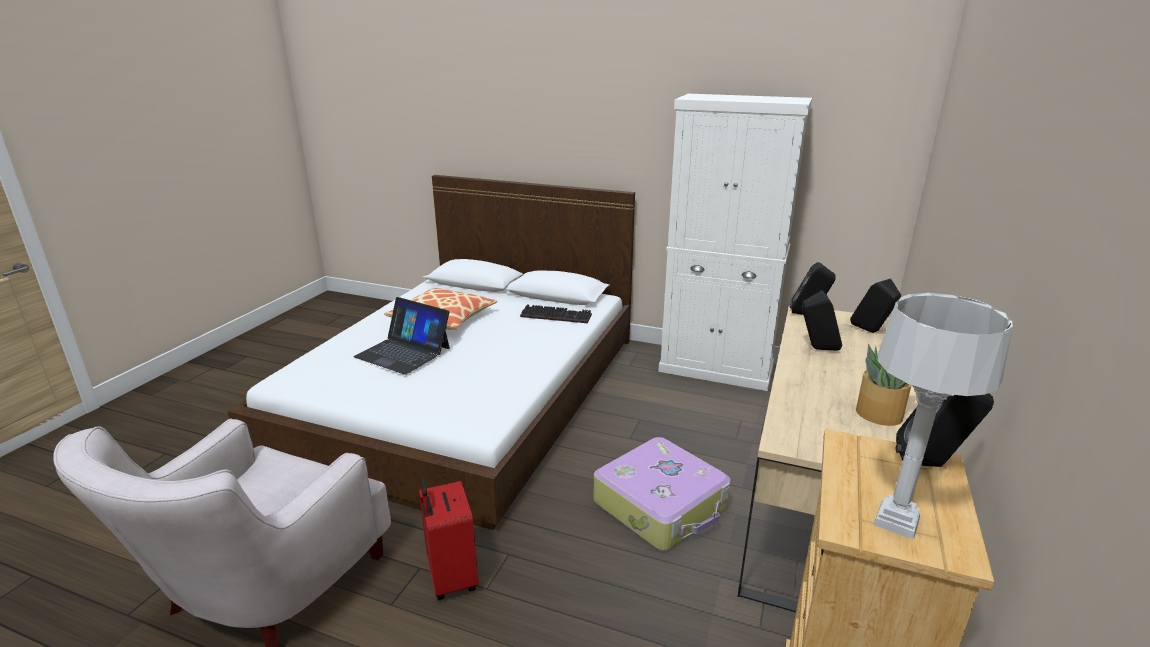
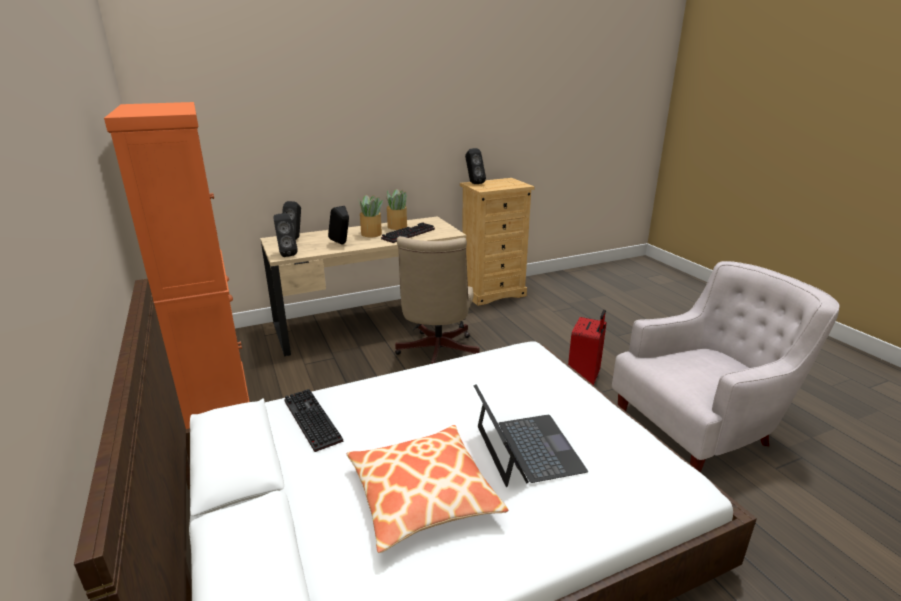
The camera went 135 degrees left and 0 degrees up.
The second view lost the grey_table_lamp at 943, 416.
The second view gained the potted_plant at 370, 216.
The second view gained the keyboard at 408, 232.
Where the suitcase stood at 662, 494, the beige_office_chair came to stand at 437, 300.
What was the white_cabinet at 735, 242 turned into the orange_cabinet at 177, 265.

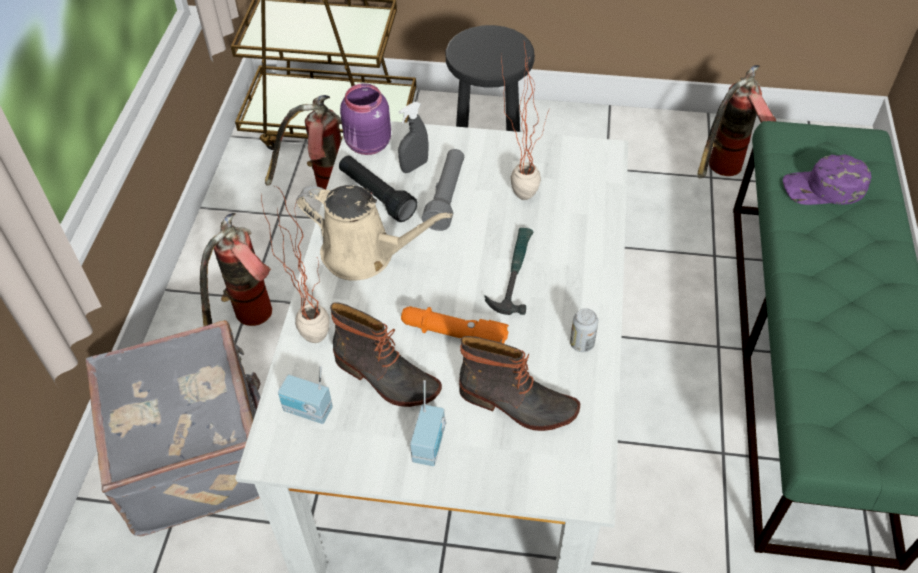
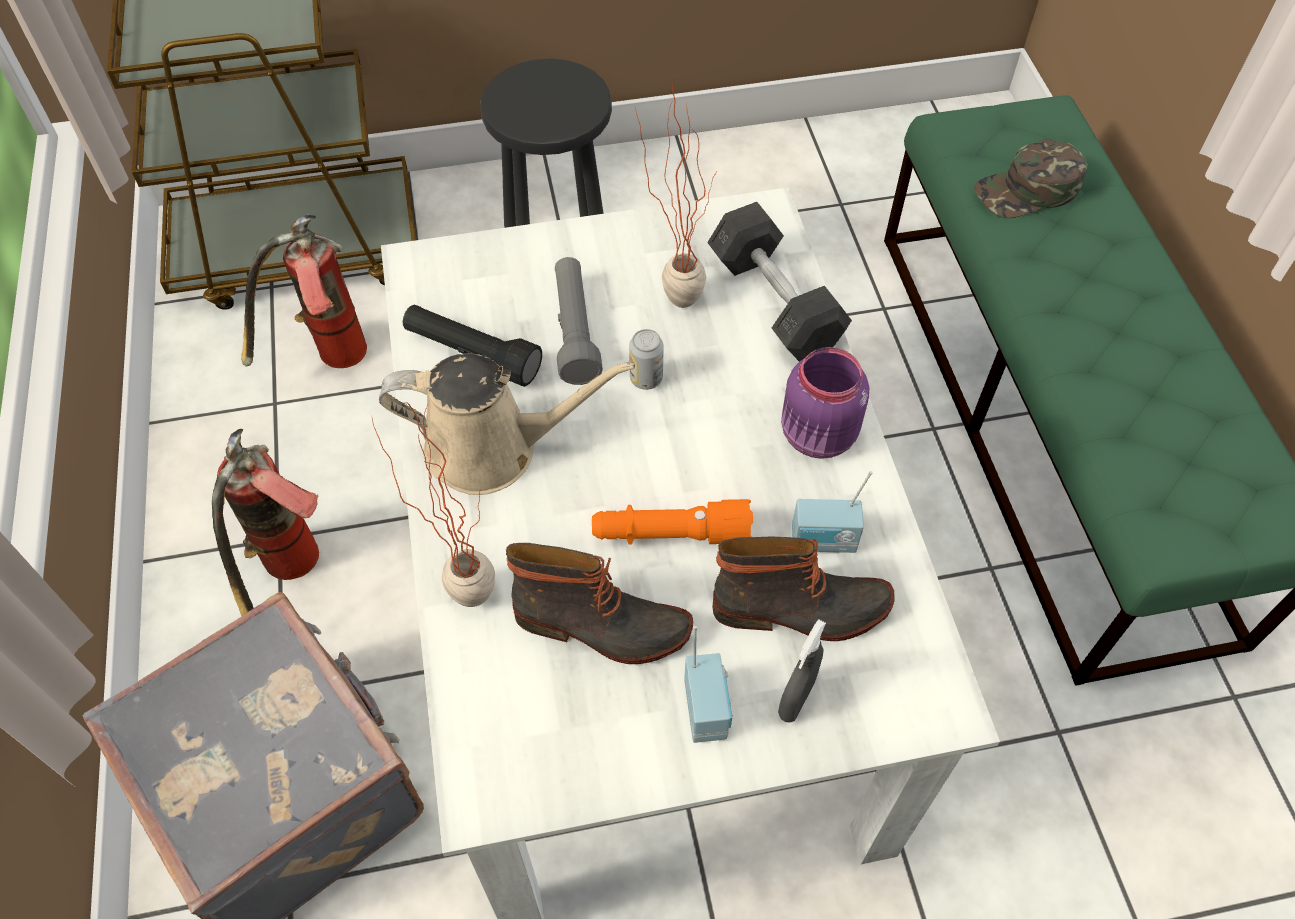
The camera went 20 degrees left and 5 degrees up.
The second view lost the hammer at 508, 271.
The second view lost the fire_extinguisher at 737, 121.
The second view gained the grey_dumbbell at 779, 282.
The radio ended up elsewhere, having gone from 305, 395 to 832, 512.
The purple_jar ended up elsewhere, having gone from 365, 119 to 825, 403.
The grey_spray_bottle ended up elsewhere, having gone from 413, 137 to 802, 670.
The can ended up elsewhere, having gone from 584, 330 to 646, 359.
What was the purple_cap at 827, 179 turned into the green_cap at 1030, 178.

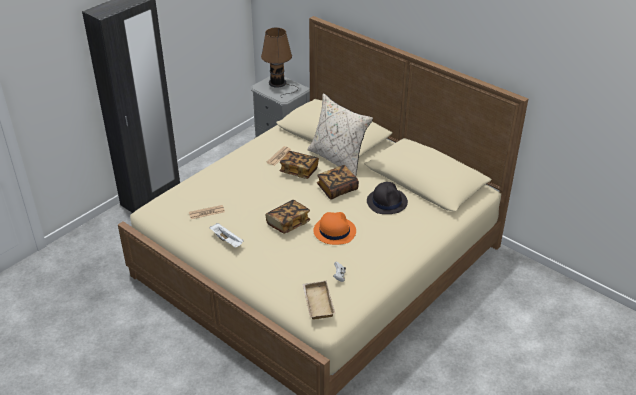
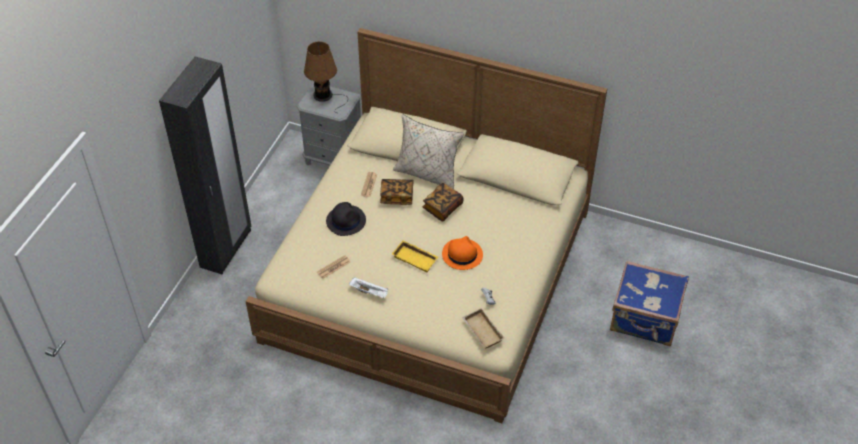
The camera went 20 degrees left and 10 degrees up.
The second view gained the blue_suitcase at 649, 303.
The black_hat ended up elsewhere, having gone from 387, 198 to 346, 219.
Where the book stood at 288, 217, the yellow_tray came to stand at 415, 257.

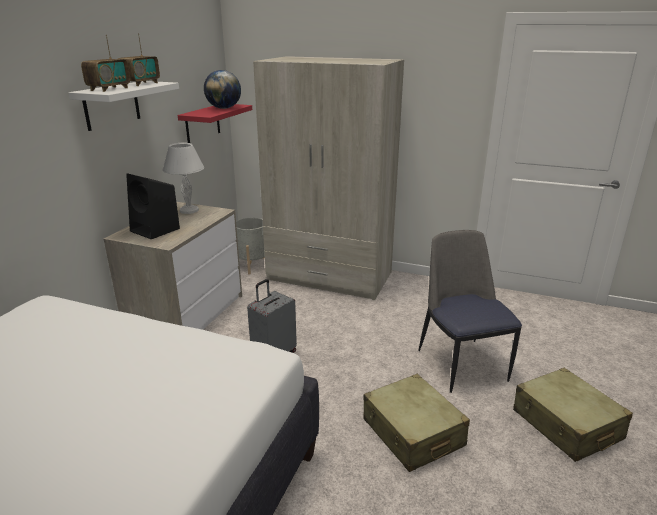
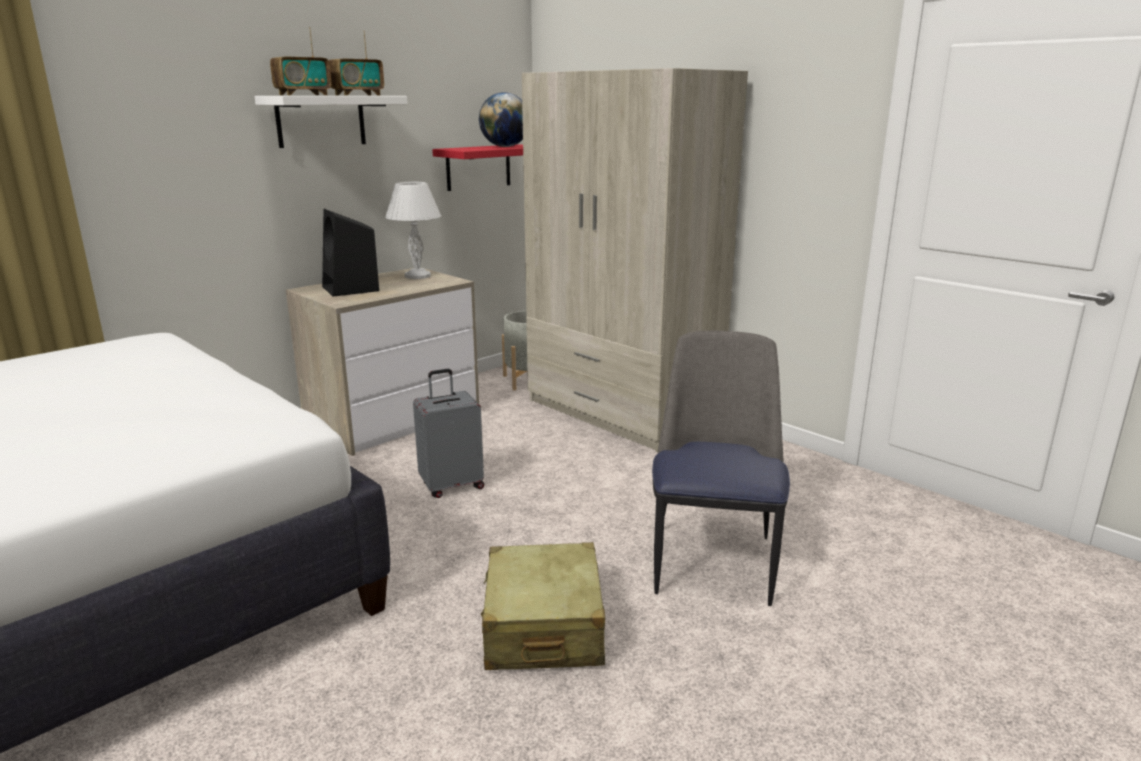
The camera went 25 degrees right and 5 degrees down.
The second view lost the beige_suitcase at 573, 415.

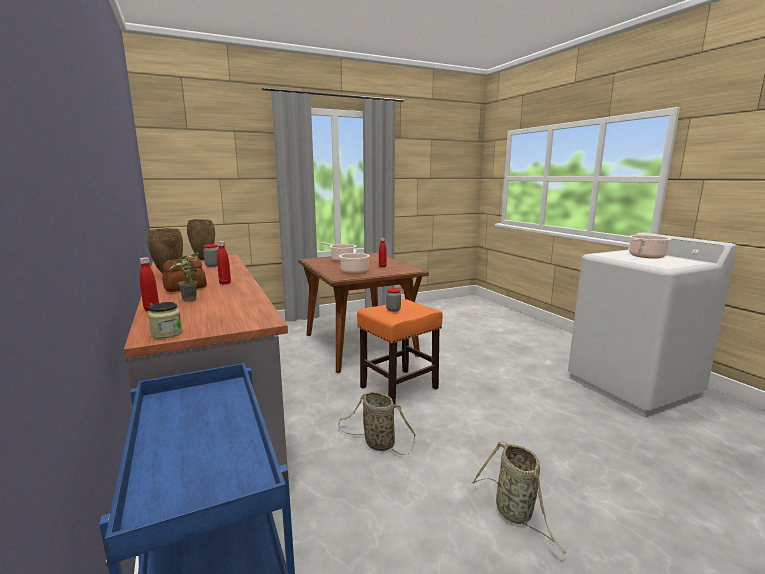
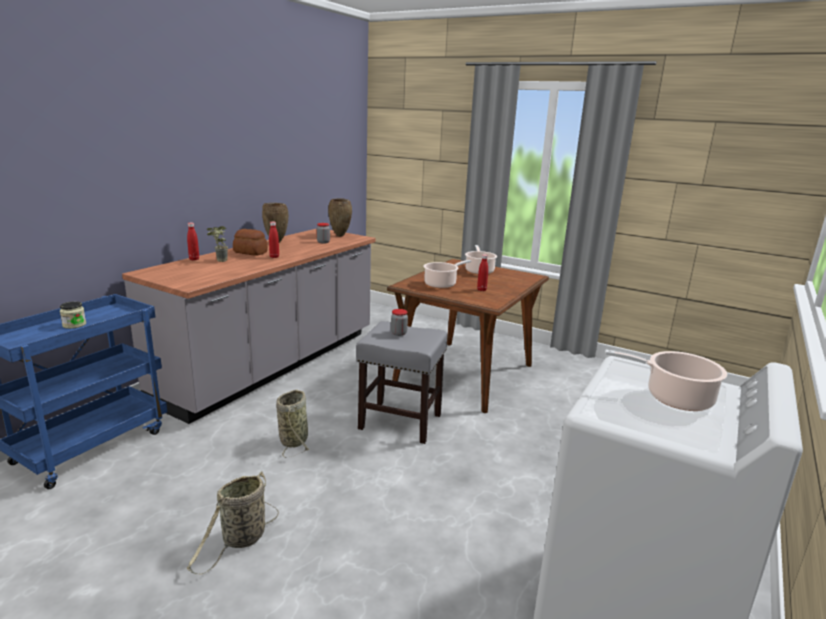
The camera went 55 degrees right and 5 degrees up.
The jar ended up elsewhere, having gone from 165, 320 to 73, 315.
What was the orange_stool at 400, 352 turned into the grey_stool at 401, 382.

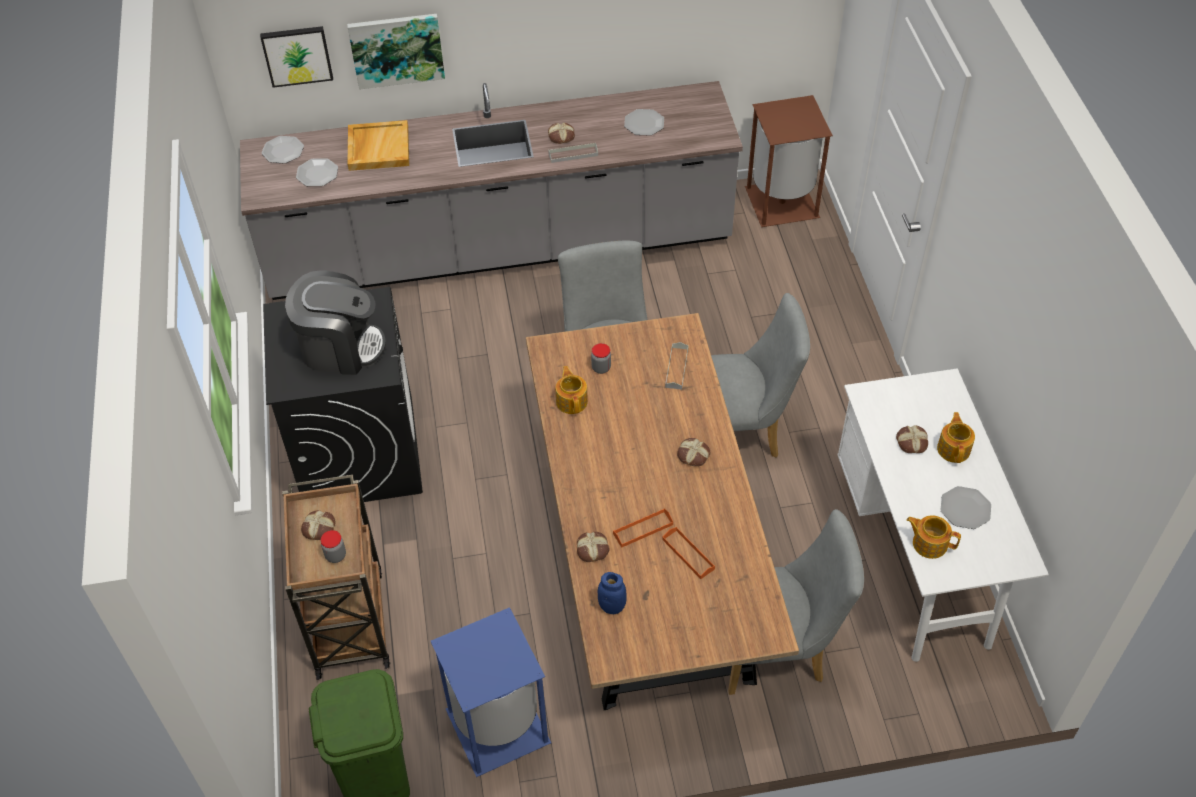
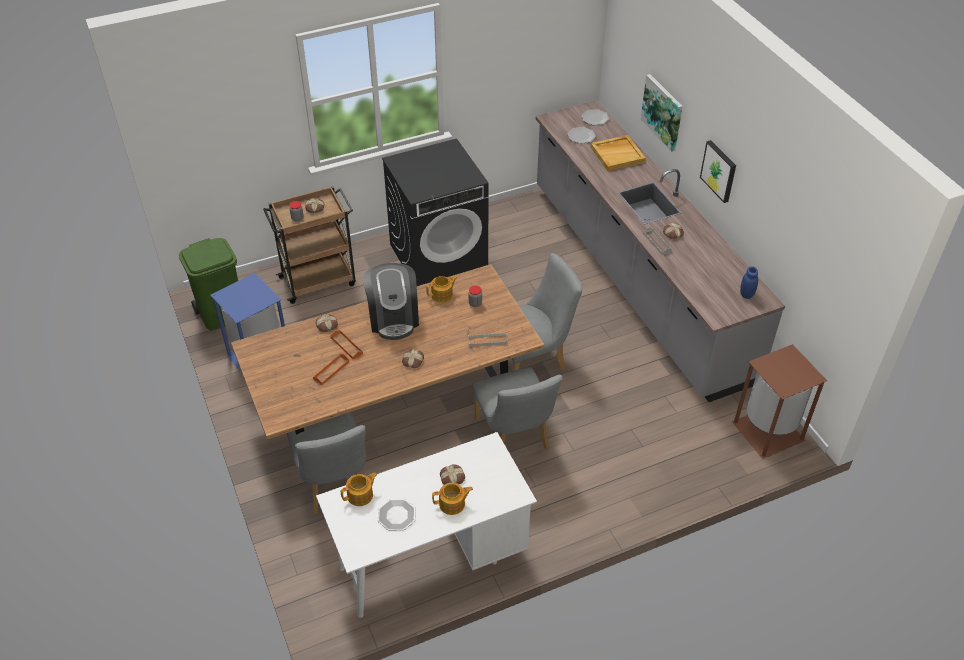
The camera went 75 degrees right and 5 degrees down.
The second view lost the plate at 644, 122.
The picture ended up elsewhere, having gone from 296, 57 to 718, 171.
The coffee_machine ended up elsewhere, having gone from 335, 323 to 391, 301.
The blue_jar ended up elsewhere, having gone from 612, 593 to 749, 282.
The teapot at 933, 537 ended up facing another way, 45 degrees clockwise from before.

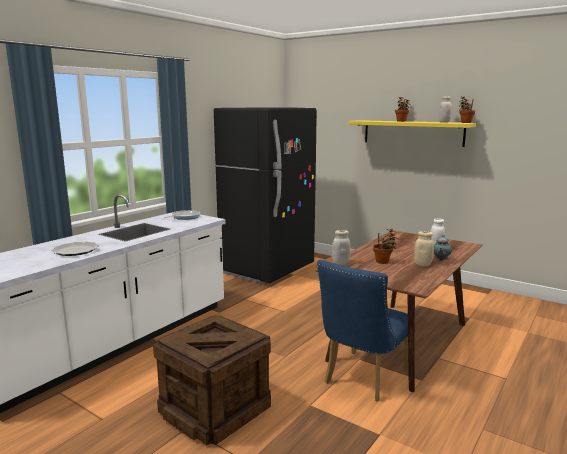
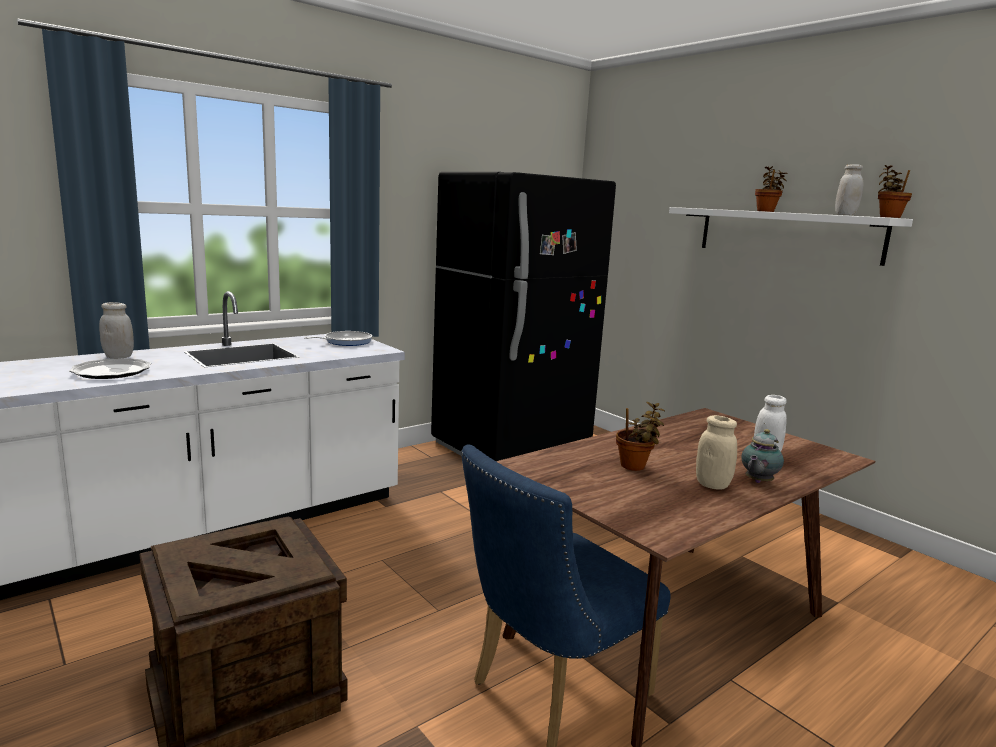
The camera went 15 degrees right and 0 degrees up.
The white_jar ended up elsewhere, having gone from 341, 247 to 116, 330.
What was the yellow_shelf at 412, 133 turned into the white_shelf at 791, 236.

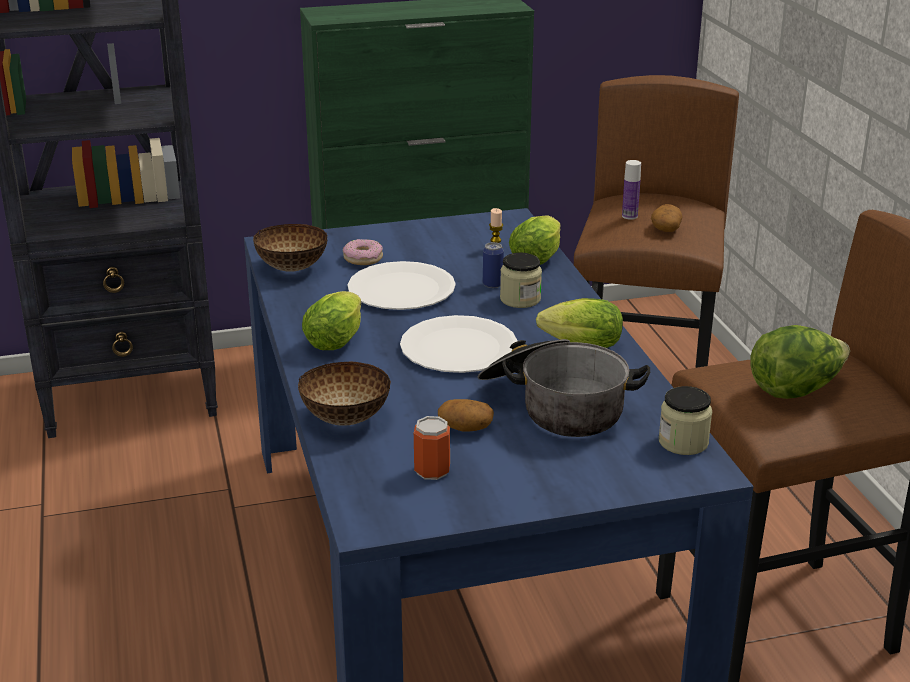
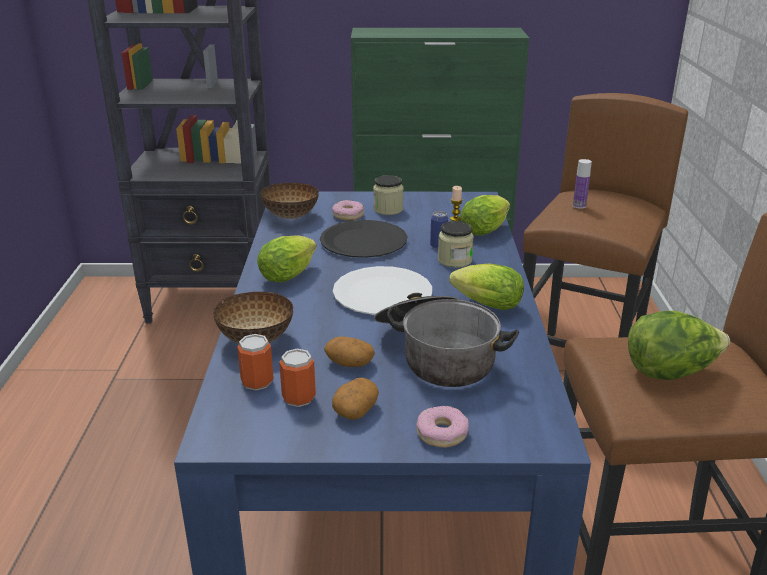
The camera went 15 degrees right and 0 degrees up.
The second view gained the can at 255, 362.
The second view gained the donut at 442, 427.
The potato ended up elsewhere, having gone from 667, 218 to 355, 399.
The jar ended up elsewhere, having gone from 685, 420 to 388, 195.
What was the white_plate at 401, 285 turned into the black_plate at 363, 239.

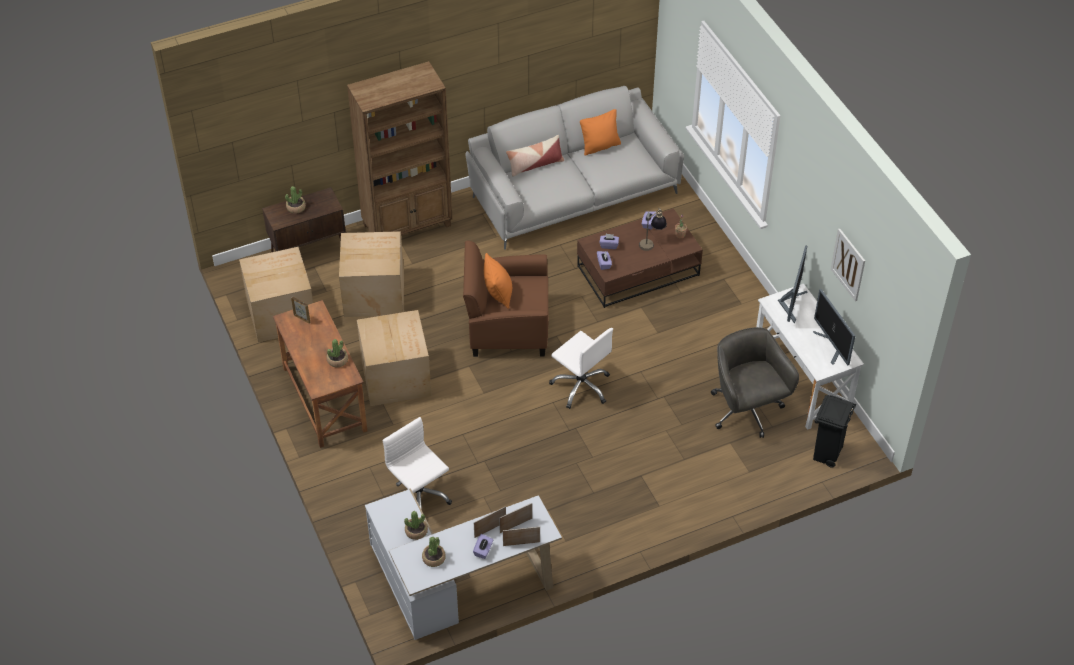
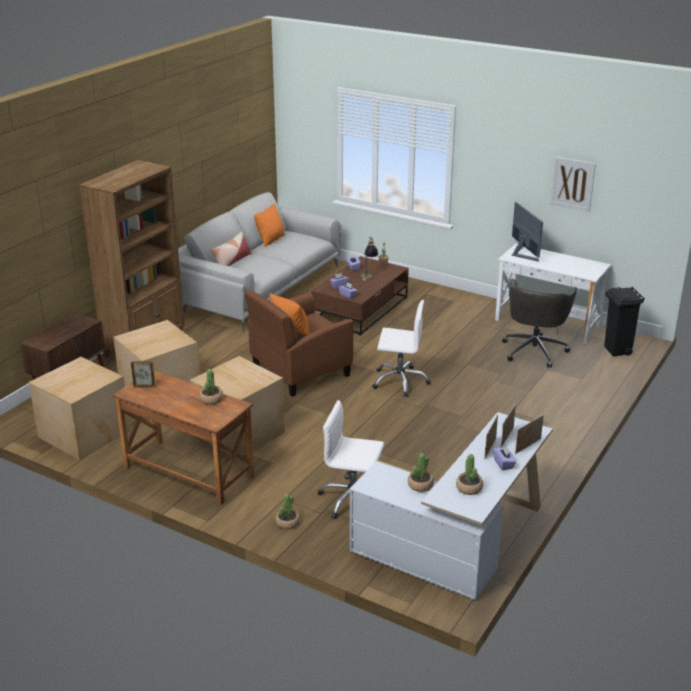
The camera went 35 degrees left and 20 degrees down.
The second view lost the monitor at 834, 327.
The potted_plant ended up elsewhere, having gone from 295, 200 to 287, 511.
The grey_office_chair at 755, 382 ended up facing another way, 105 degrees counterclockwise from before.

